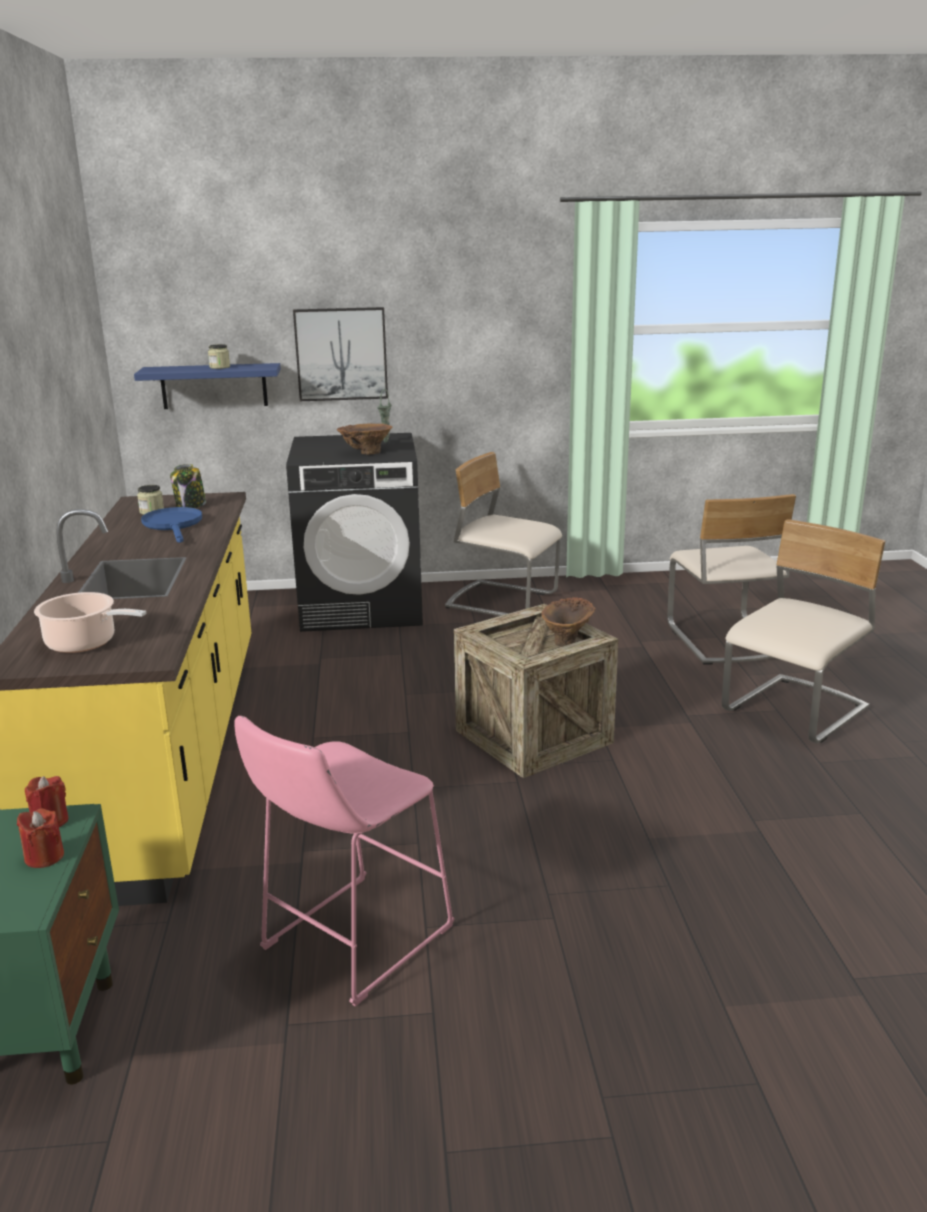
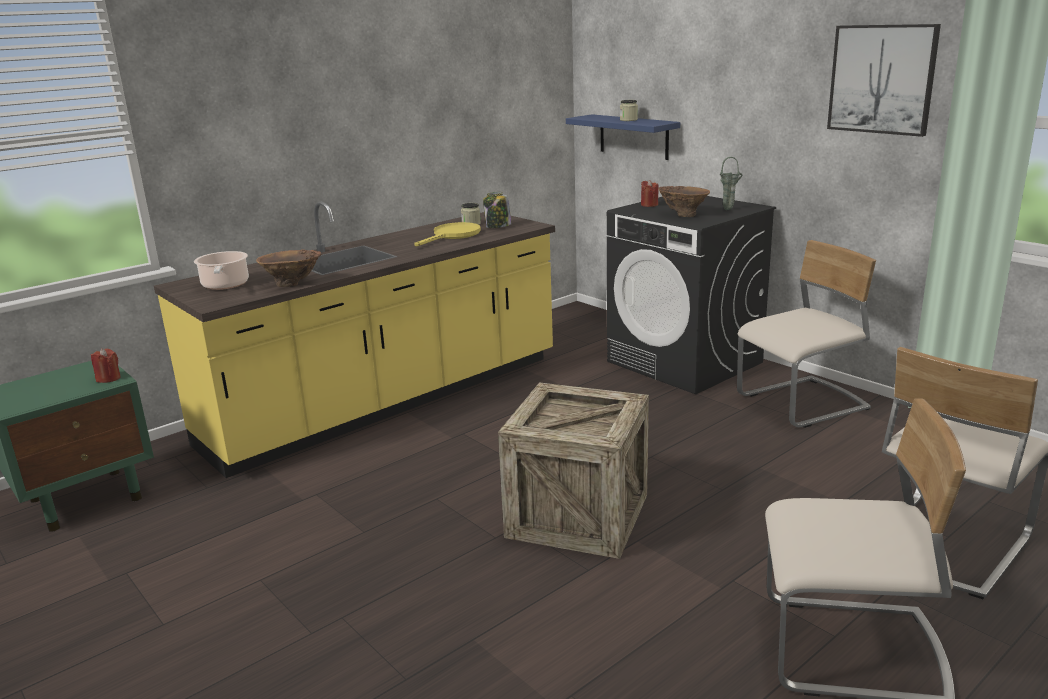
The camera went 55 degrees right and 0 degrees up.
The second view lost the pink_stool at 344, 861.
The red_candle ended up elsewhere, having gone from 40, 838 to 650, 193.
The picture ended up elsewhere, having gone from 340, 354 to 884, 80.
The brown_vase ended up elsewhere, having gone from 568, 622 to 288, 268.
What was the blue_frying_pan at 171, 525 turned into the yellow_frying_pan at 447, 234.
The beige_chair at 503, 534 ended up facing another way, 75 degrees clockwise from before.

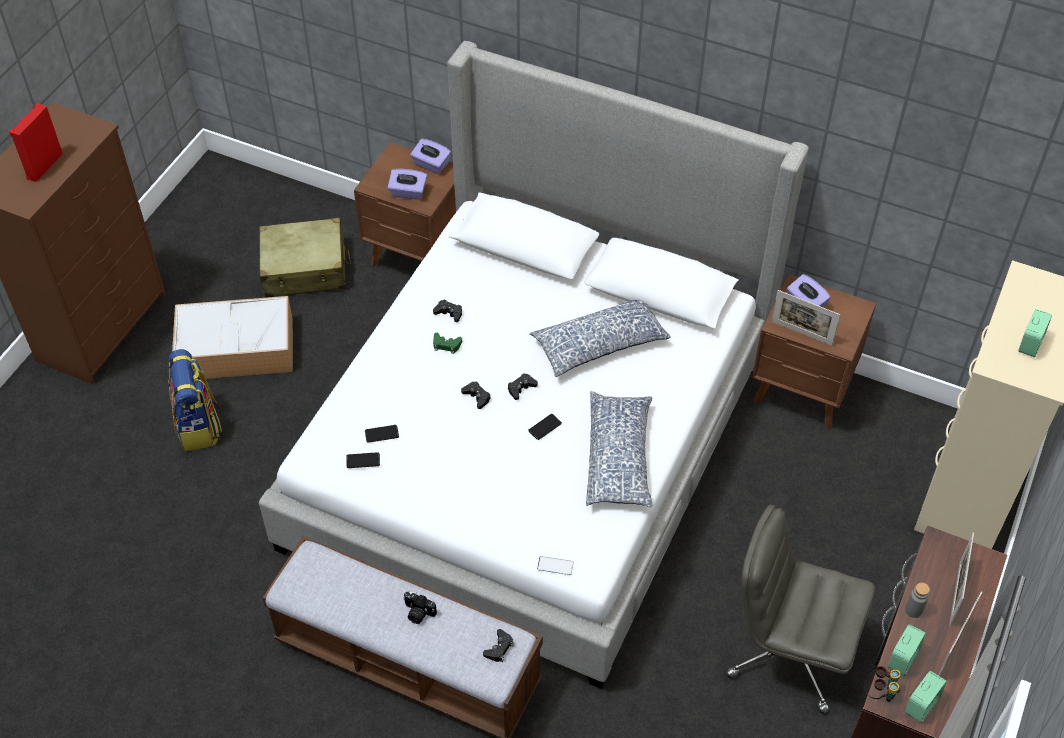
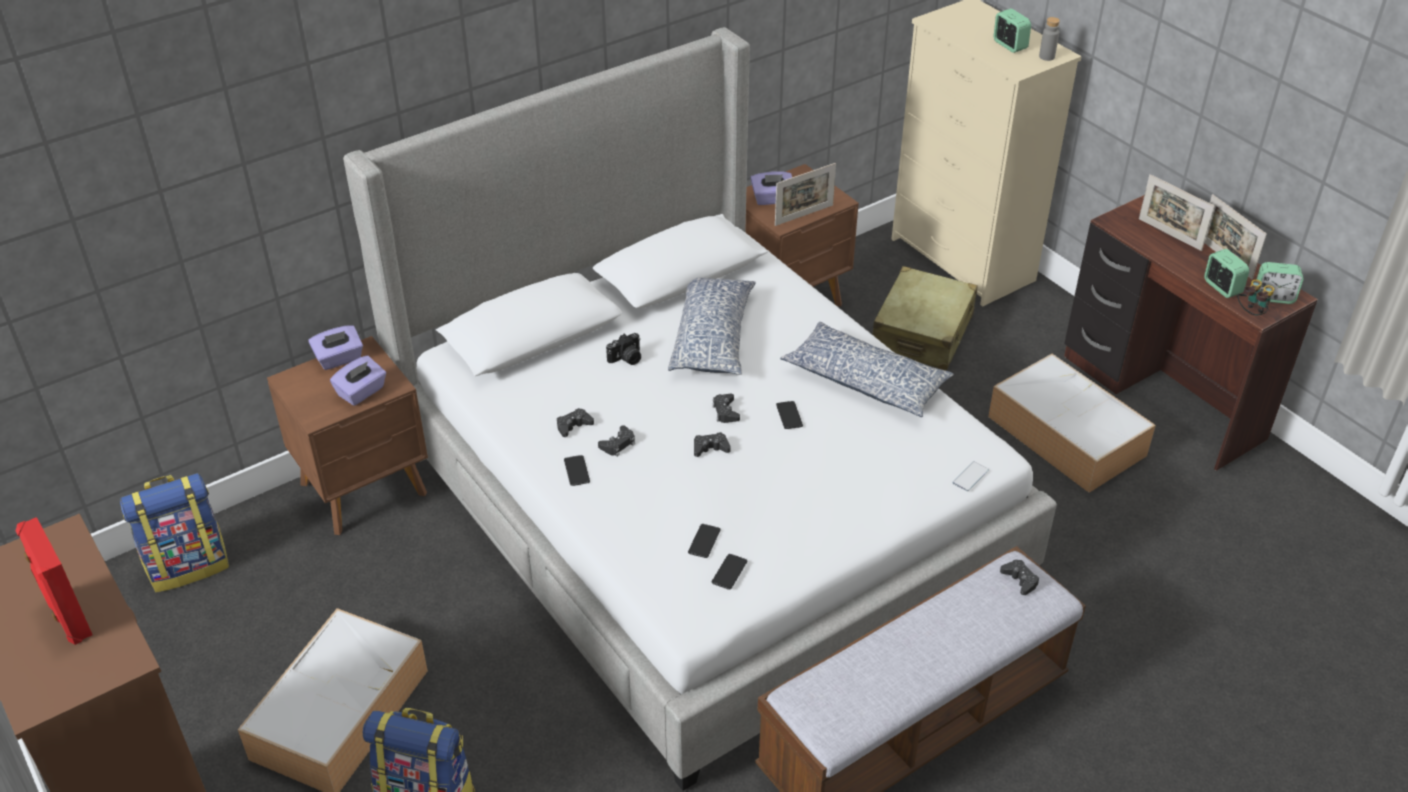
The camera went 60 degrees left and 10 degrees down.
The second view gained the backpack at 174, 532.
The second view gained the phone at 577, 470.
The beige_suitcase ended up elsewhere, having gone from 305, 257 to 925, 318.
The photo_camera ended up elsewhere, having gone from 420, 607 to 623, 349.
The grey_bottle ended up elsewhere, having gone from 917, 600 to 1049, 39.
Where the grey_office_chair stood at 800, 609, the storage_box came to stand at 1072, 423.
What was the green_game_controller at 447, 343 turned into the black_game_controller at 616, 441.
The alarm_clock at 926, 697 ended up facing another way, 120 degrees clockwise from before.

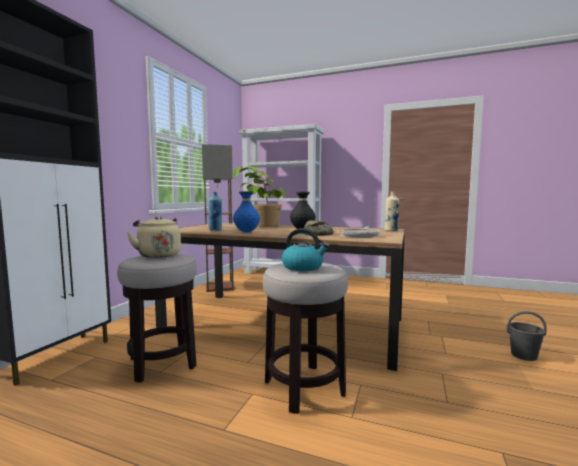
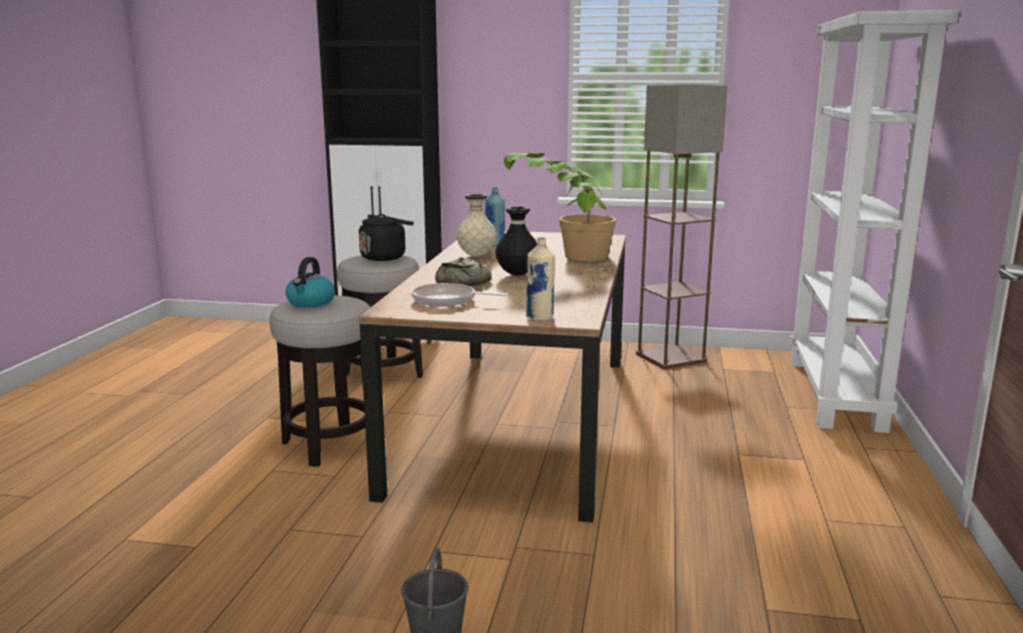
The camera went 80 degrees right and 10 degrees up.
What was the beige_kettle at 154, 237 turned into the black_kettle at 386, 237.
What was the blue_vase at 246, 211 turned into the beige_vase at 476, 225.

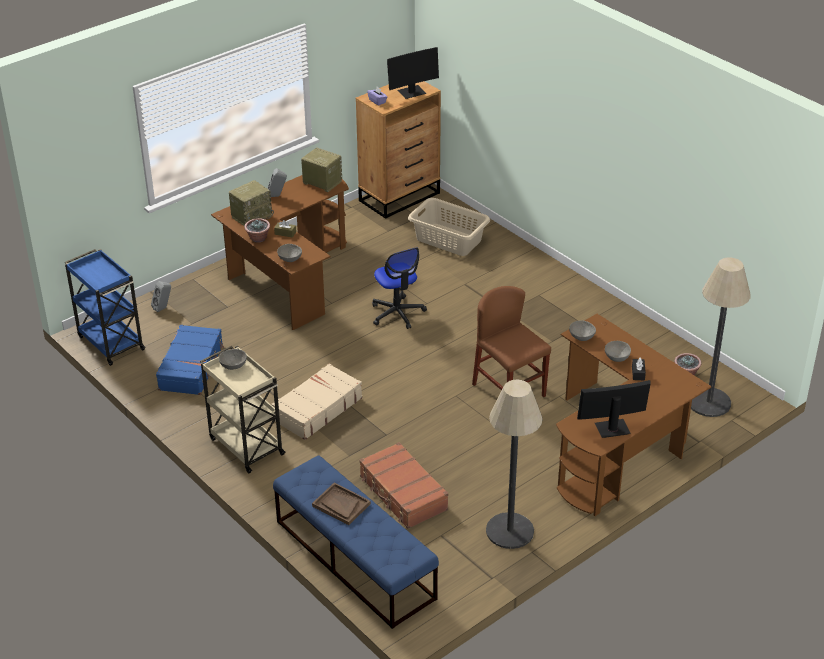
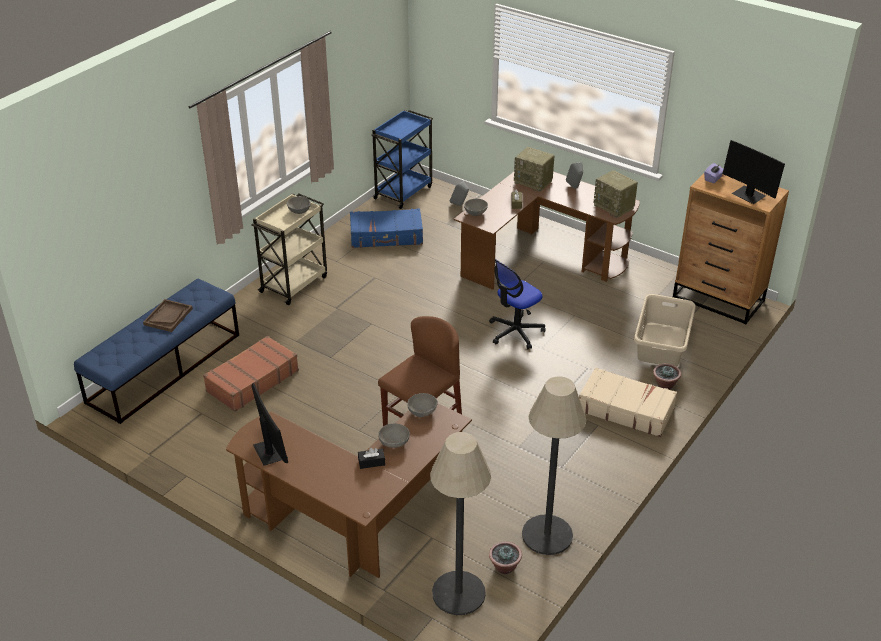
The camera went 75 degrees right and 0 degrees up.
The potted_plant ended up elsewhere, having gone from 257, 230 to 667, 377.
The beige_suitcase ended up elsewhere, having gone from 316, 401 to 628, 402.
The floor_lamp ended up elsewhere, having gone from 514, 464 to 554, 465.
The radio at 321, 169 ended up facing another way, 120 degrees clockwise from before.

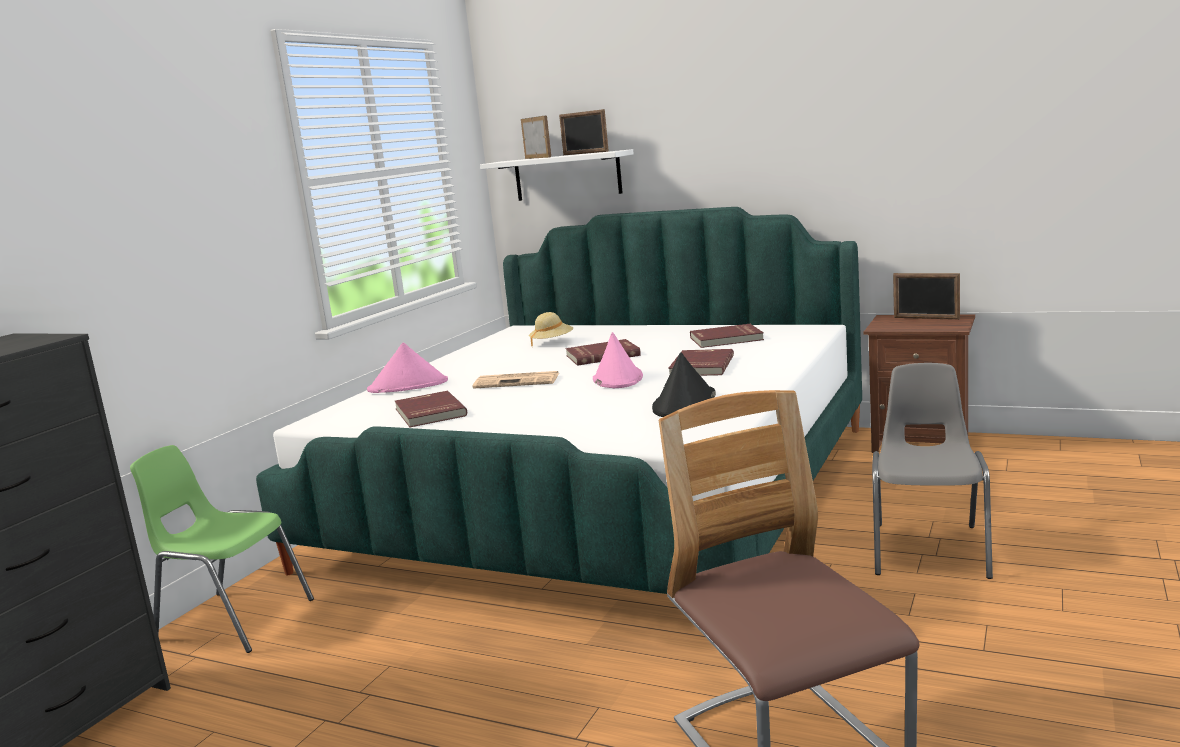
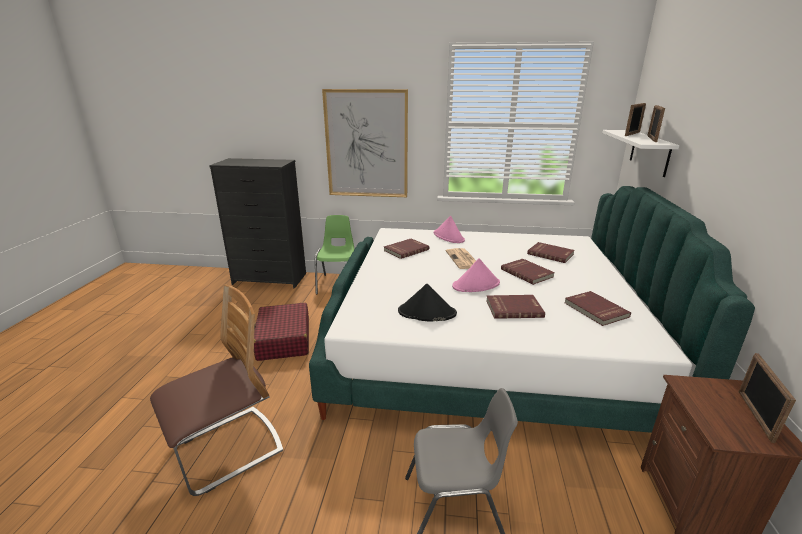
The camera went 70 degrees right and 10 degrees up.
The second view gained the red_suitcase at 281, 332.
The second view gained the picture at 365, 143.
Where the beige_hat stood at 551, 329, the red_book came to stand at 551, 252.

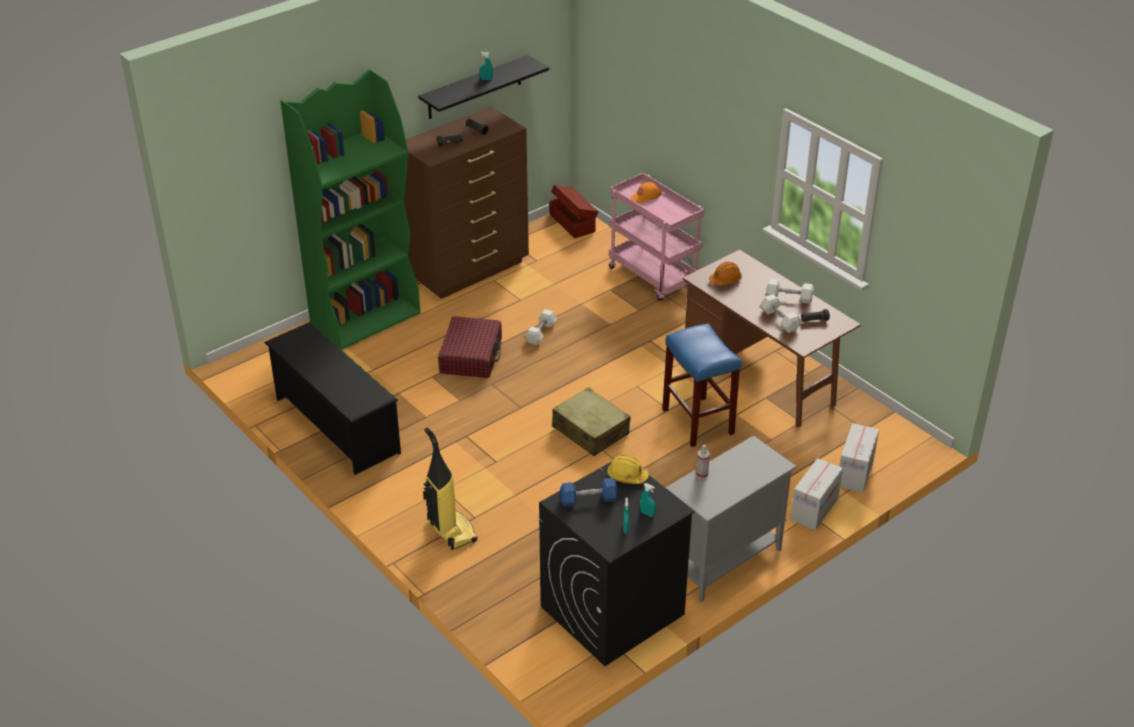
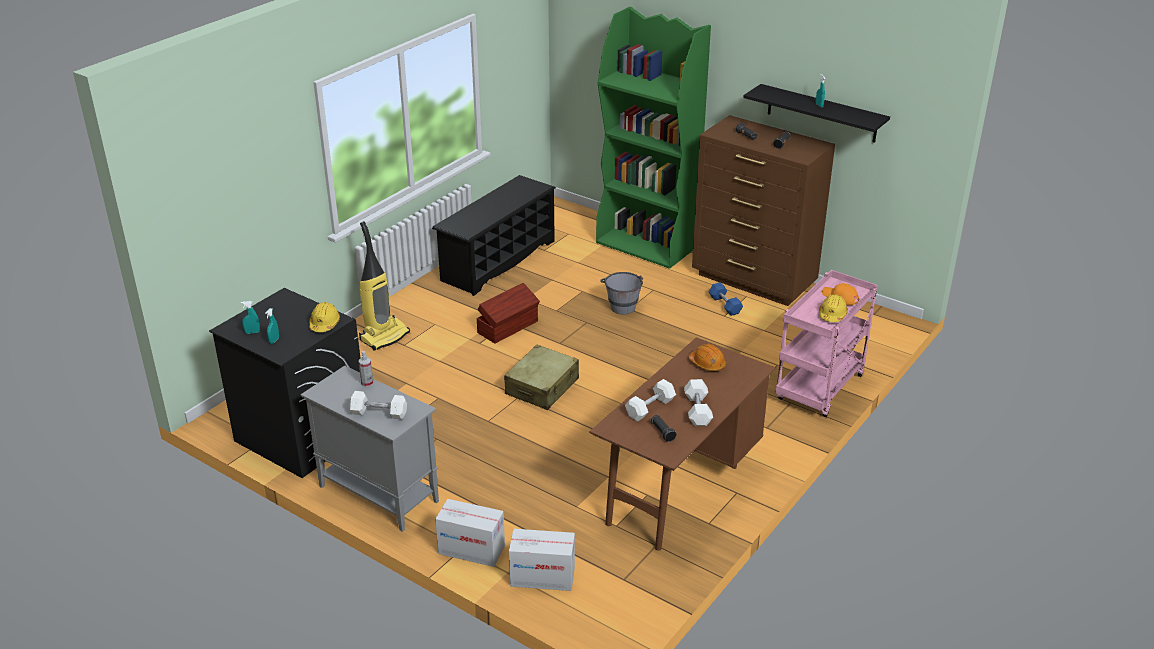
The camera went 75 degrees right and 5 degrees down.
The second view lost the blue_stool at 702, 385.
The second view gained the yellow_hard_hat at 833, 308.
The white_dumbbell ended up elsewhere, having gone from 540, 327 to 378, 405.
The brown_storage_box ended up elsewhere, having gone from 573, 212 to 508, 313.
The blue_dumbbell ended up elsewhere, having gone from 589, 492 to 726, 299.
Where the red_suitcase stood at 470, 347, the grey_bucket came to stand at 621, 293.

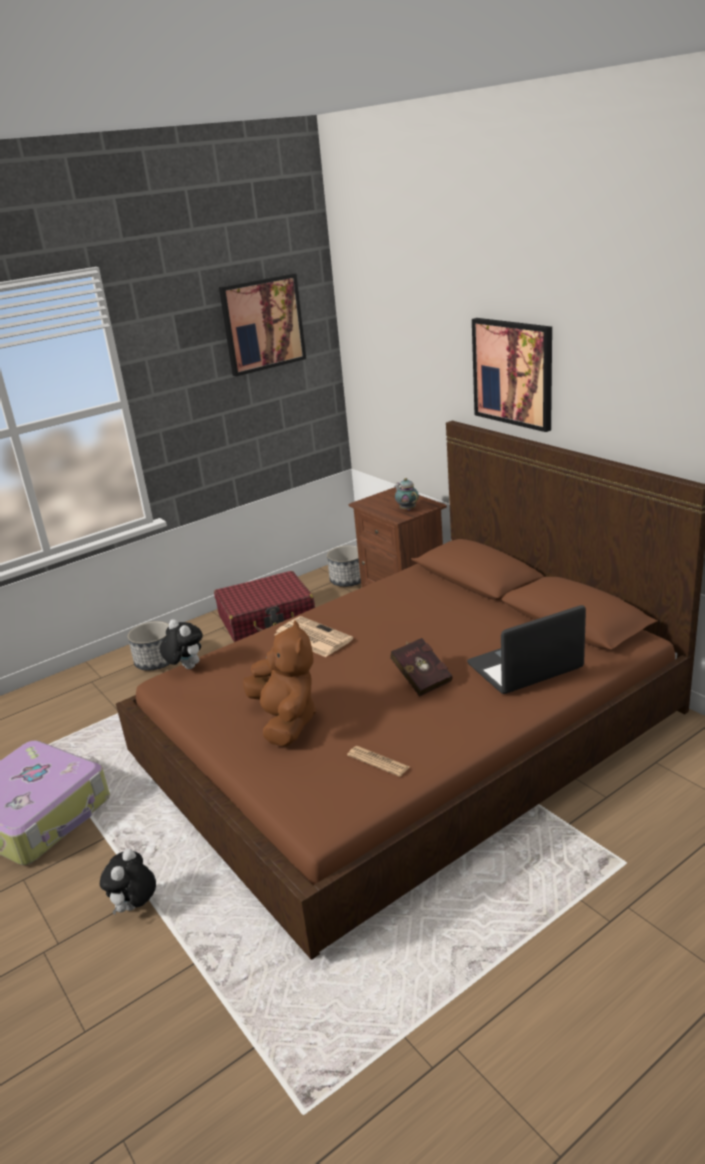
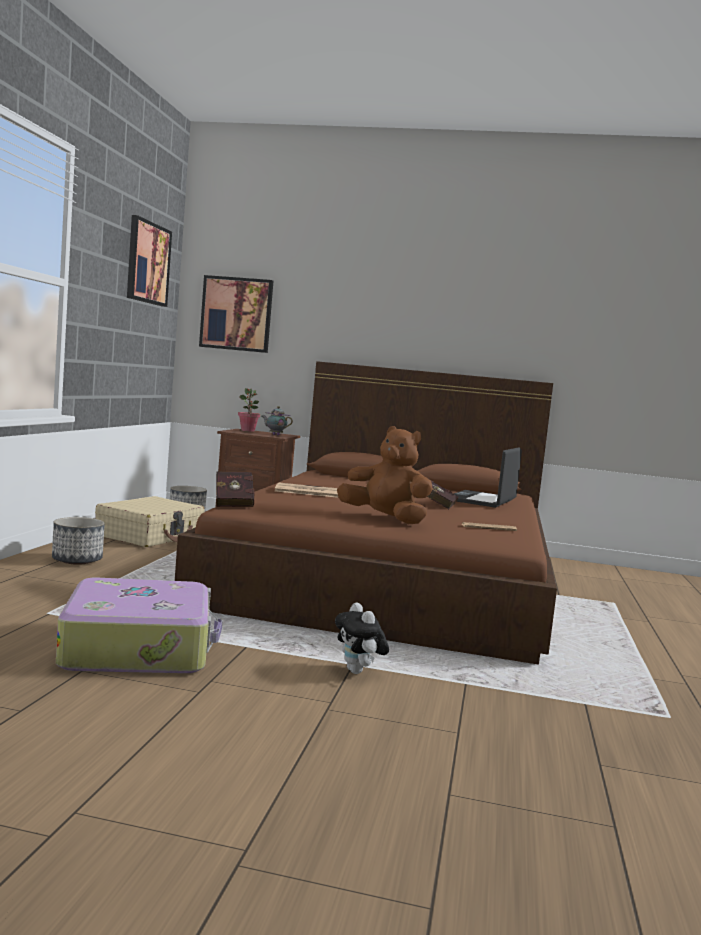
The camera went 45 degrees left and 20 degrees down.
The second view gained the potted_plant at 249, 410.
The picture ended up elsewhere, having gone from 512, 375 to 236, 314.
Where the plush_toy stood at 181, 644, the red_book came to stand at 235, 489.
What was the red_suitcase at 264, 606 turned into the beige_suitcase at 149, 521.

